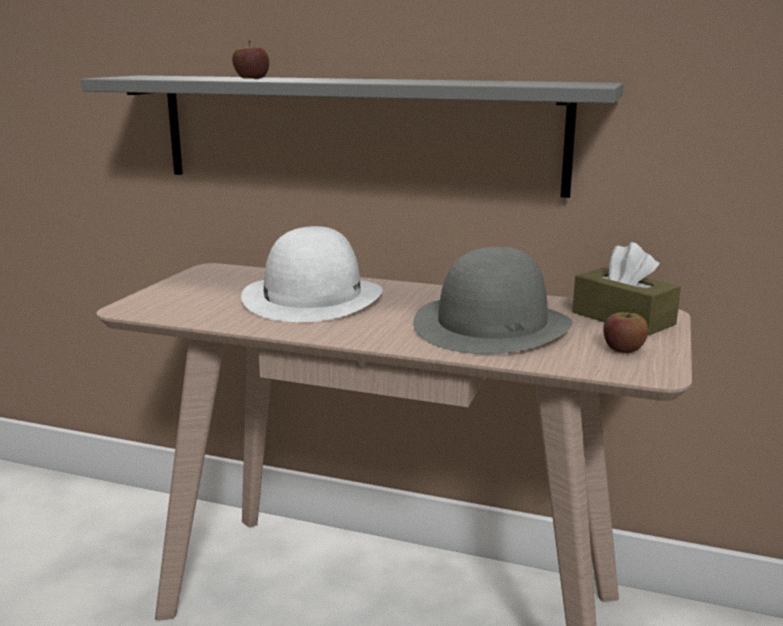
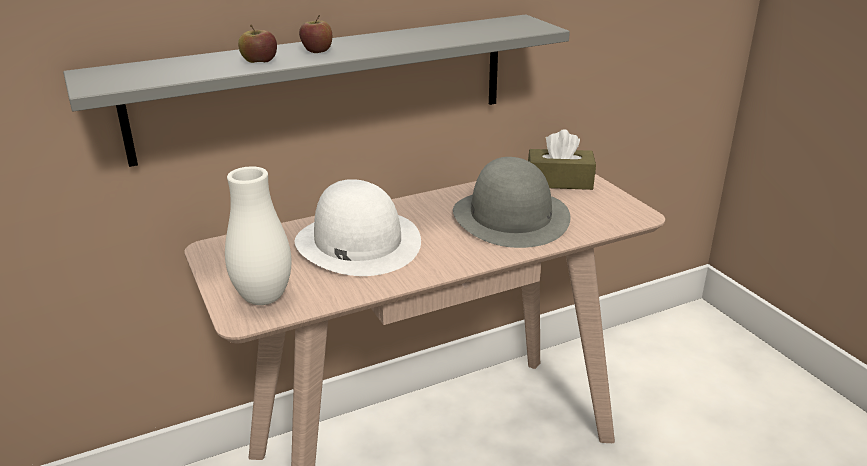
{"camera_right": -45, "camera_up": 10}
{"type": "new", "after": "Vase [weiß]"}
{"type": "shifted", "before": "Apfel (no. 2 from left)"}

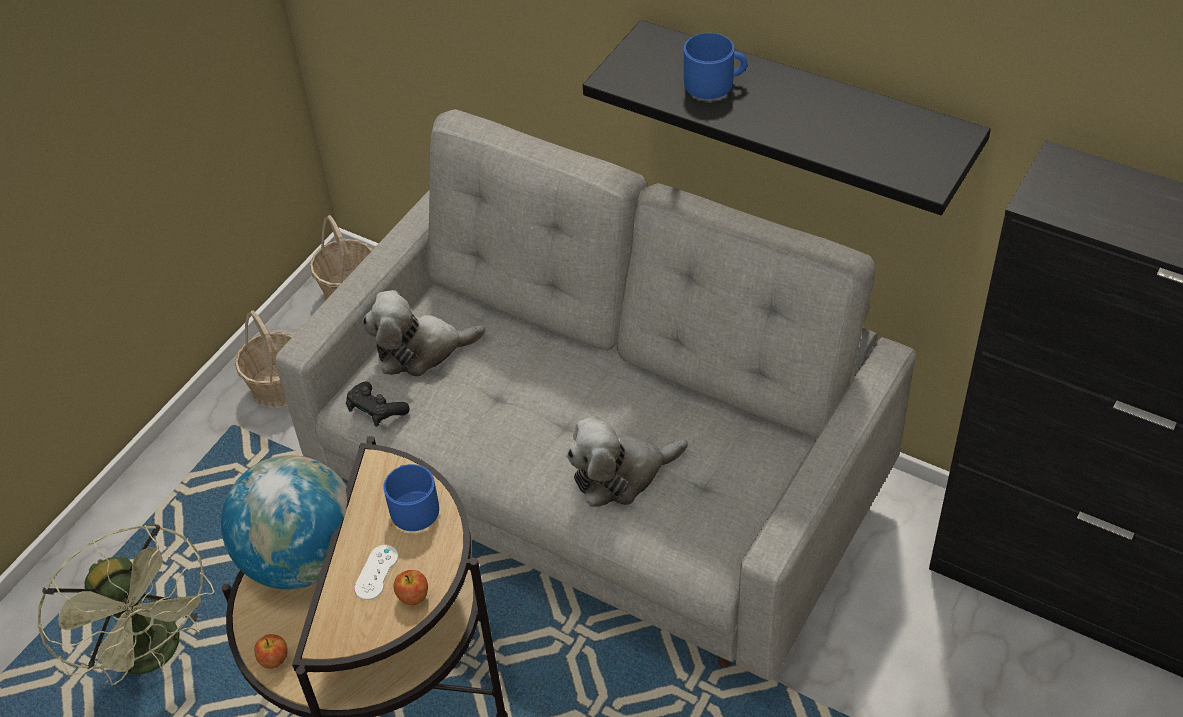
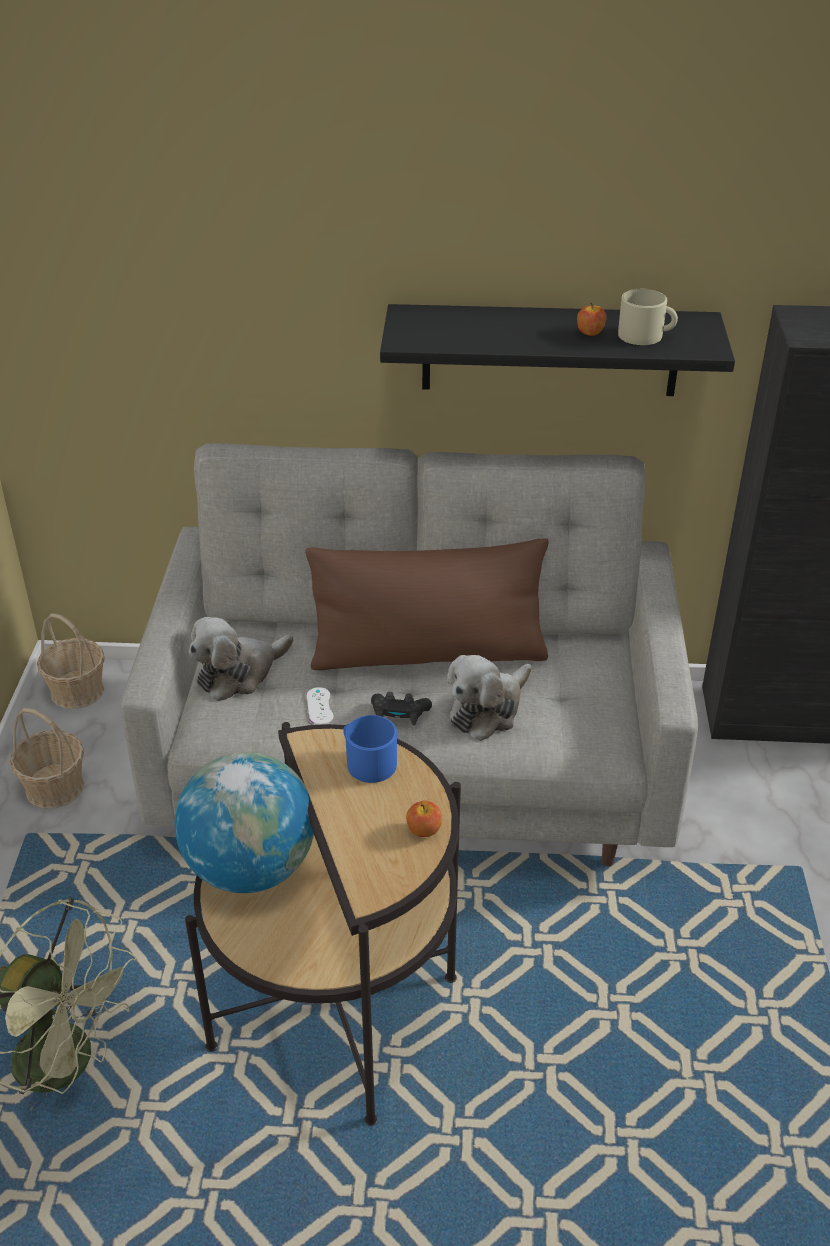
{"camera_right": -30, "camera_up": -10}
{"type": "new", "after": "Kissen [braun]"}
{"type": "shifted", "before": "Gamepad [weiß]"}
{"type": "shifted", "before": "Gamepad [schwarz]"}
{"type": "shifted", "before": "Apfel (no. 1 from left in the first image)", "after": "Apfel (no. 2 from left)"}
{"type": "new", "after": "Henkelbecher [beige]"}
{"type": "gone", "before": "Henkelbecher [blau] (no. 2 from left)"}

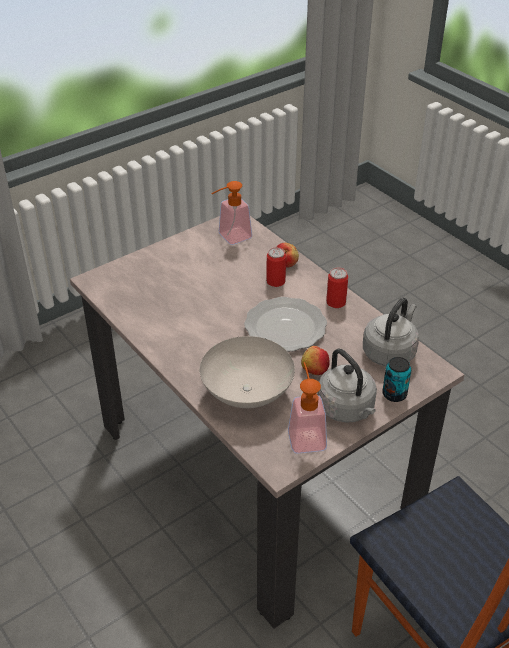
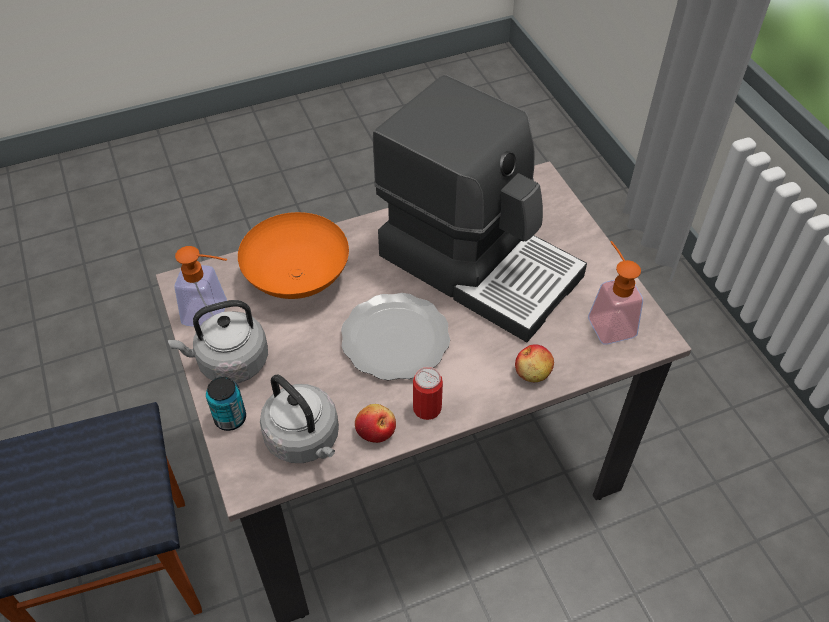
{"camera_right": 105, "camera_up": 10}
{"type": "repainted", "before": "Schüssel [weiß]", "after": "Schüssel [orange]"}
{"type": "shifted", "before": "Apfel (no. 2 from left in the first image)", "after": "Apfel (no. 1 from left)"}
{"type": "new", "after": "Kaffeemaschine"}
{"type": "gone", "before": "Dose (no. 1 from left)"}

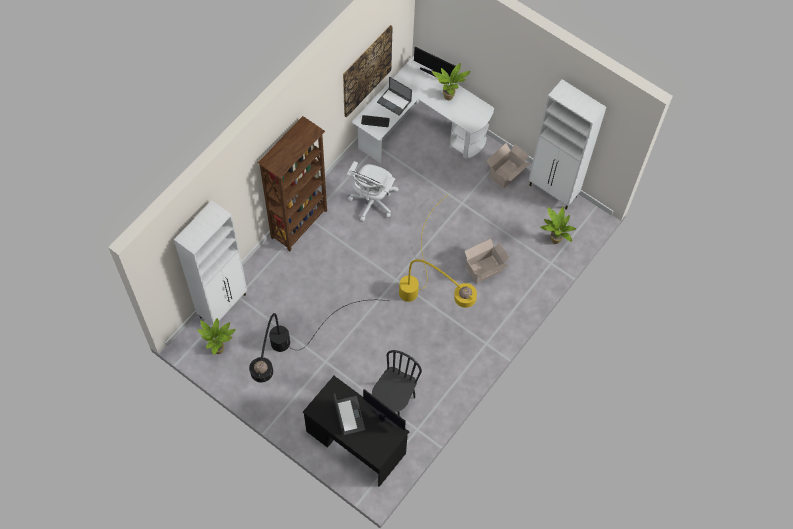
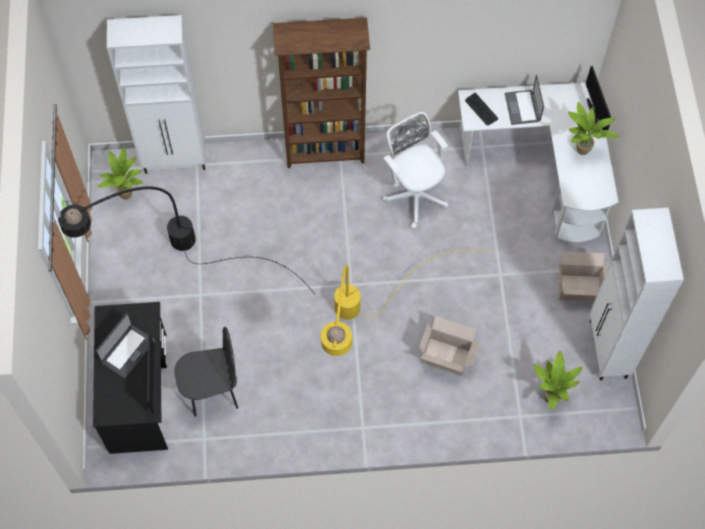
{"camera_right": 50, "camera_up": 0}
{"type": "rotated", "before": "Bürostuhl [weiß]", "turn": 75}
{"type": "gone", "before": "Bild"}

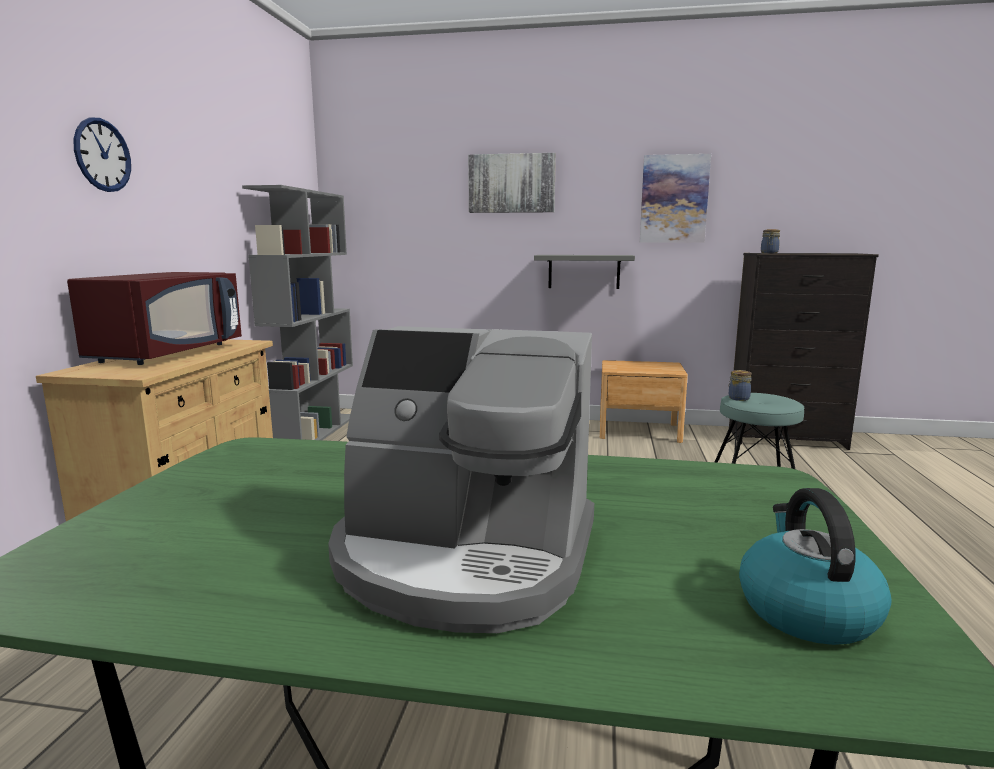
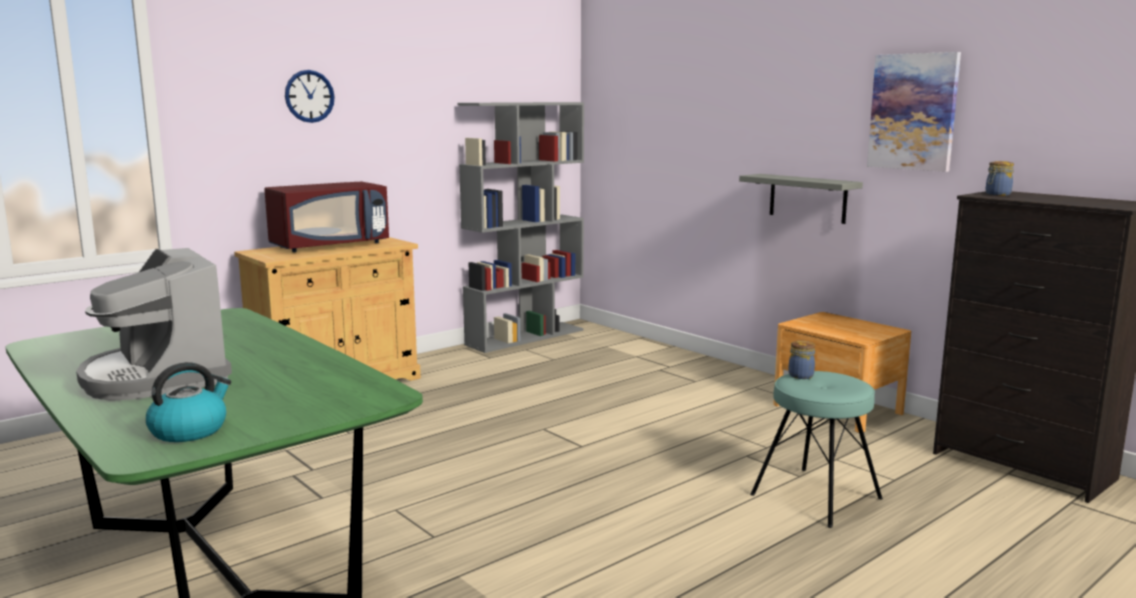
{"camera_right": 40, "camera_up": 0}
{"type": "gone", "before": "Bild (no. 1 from left)"}

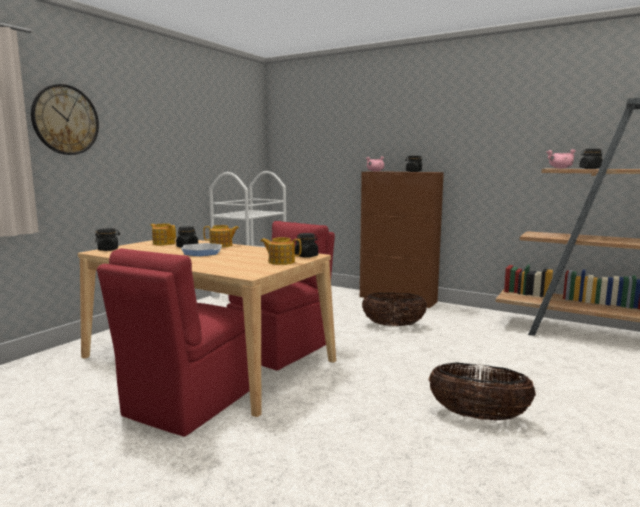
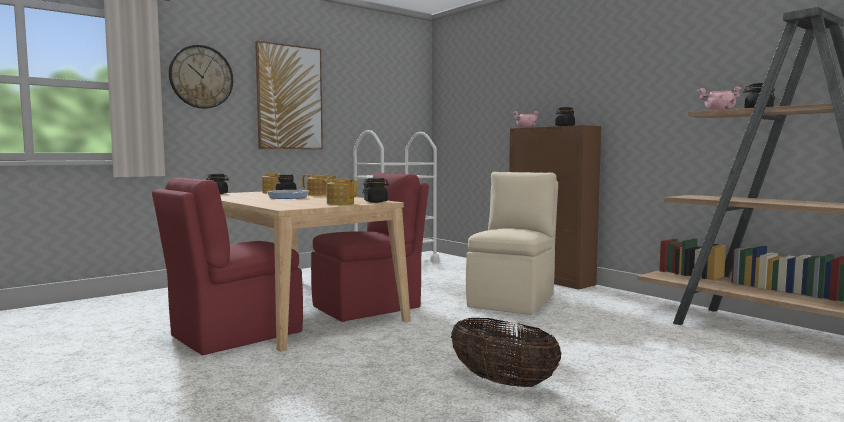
{"camera_right": 20, "camera_up": -5}
{"type": "new", "after": "Bild"}
{"type": "swapped", "before": "Korb (no. 1 from left)", "after": "Stuhl [beige]"}

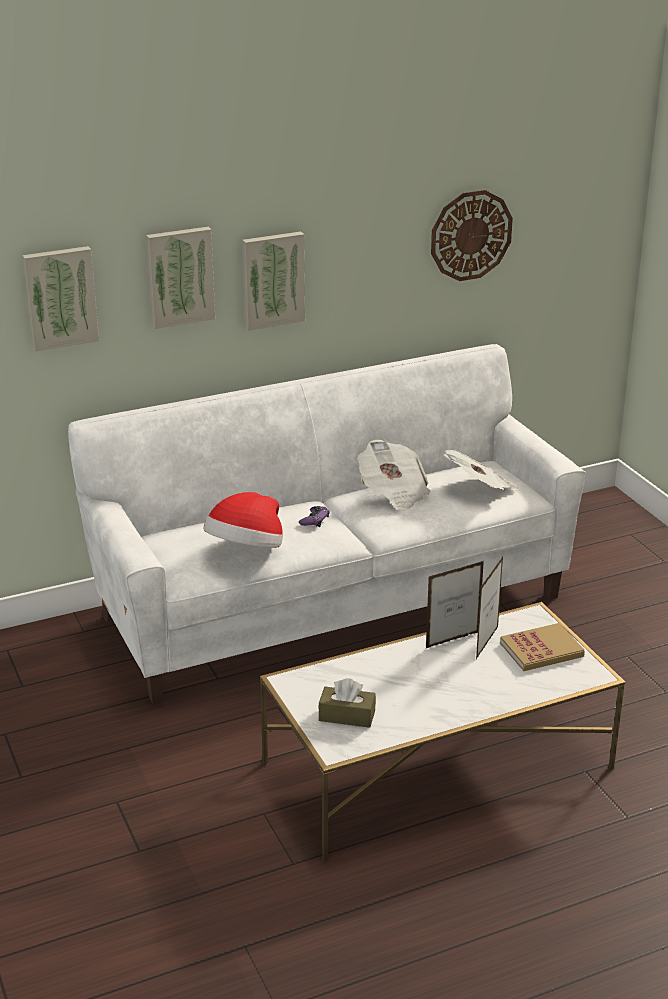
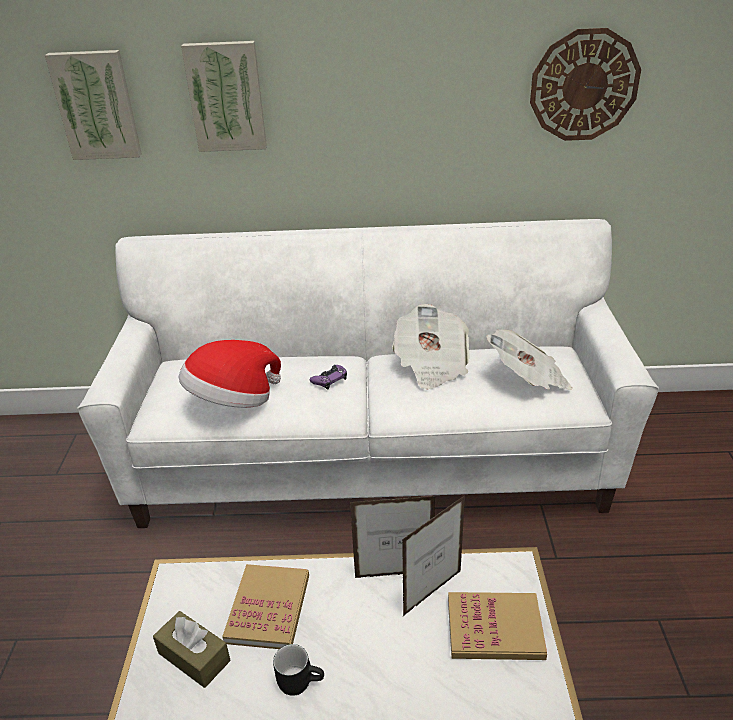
{"camera_right": 25, "camera_up": 5}
{"type": "new", "after": "Buch (no. 1 from left)"}
{"type": "new", "after": "Henkelbecher [schwarz]"}
{"type": "gone", "before": "Bild (no. 3 from left)"}

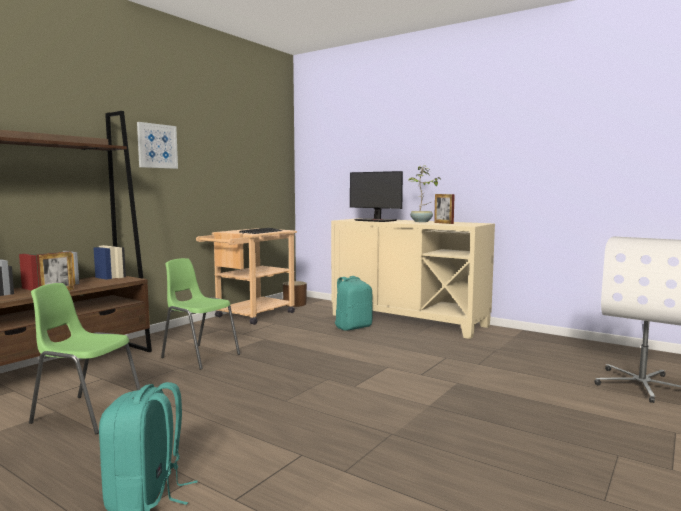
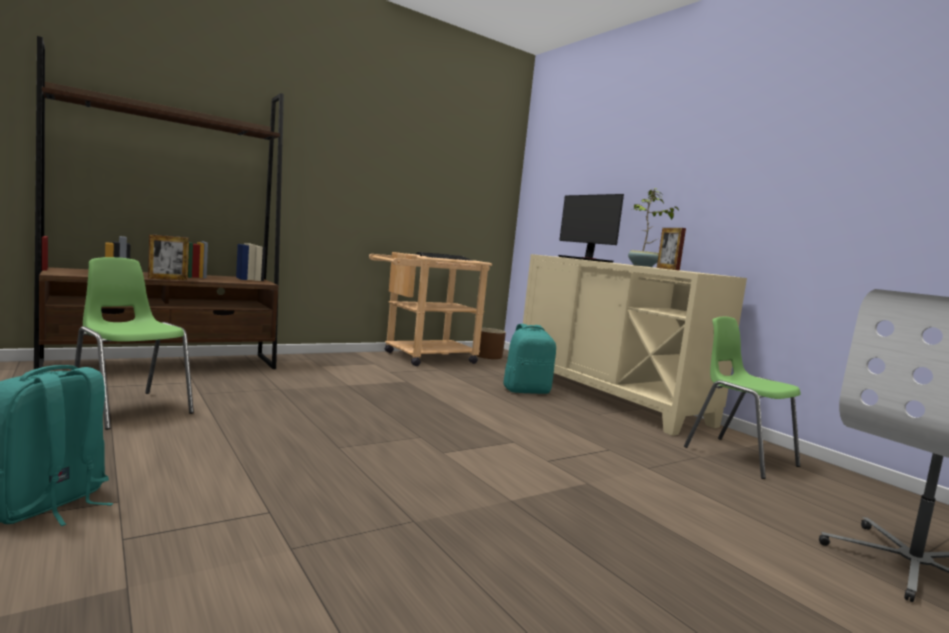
{"camera_right": 20, "camera_up": 0}
{"type": "shifted", "before": "Stuhl [grün] (no. 2 from left)"}
{"type": "gone", "before": "Bild"}

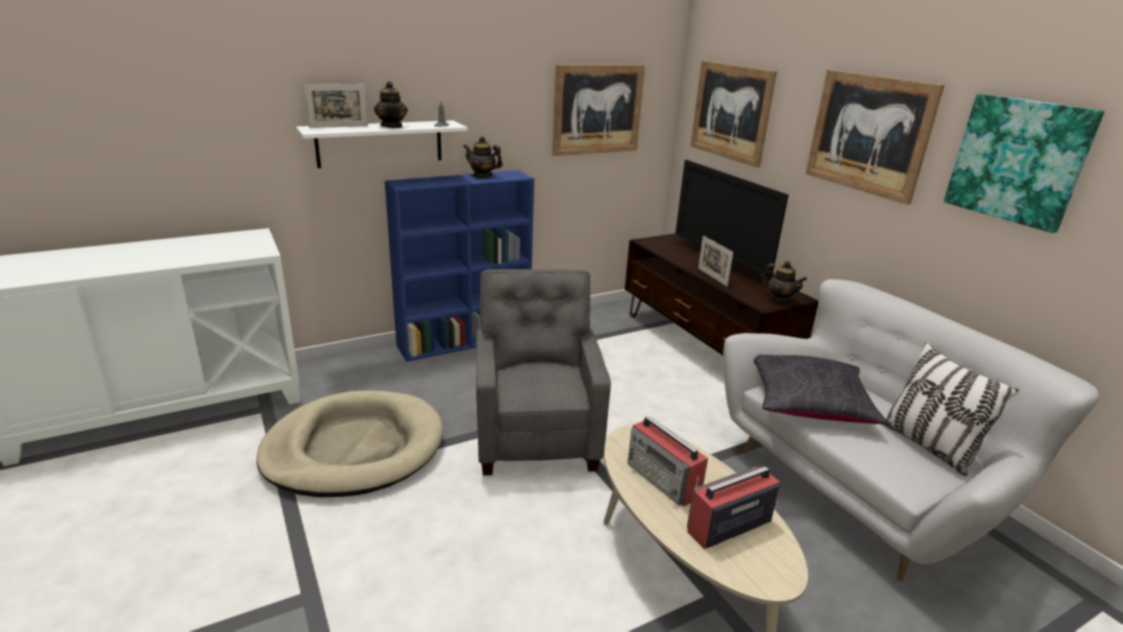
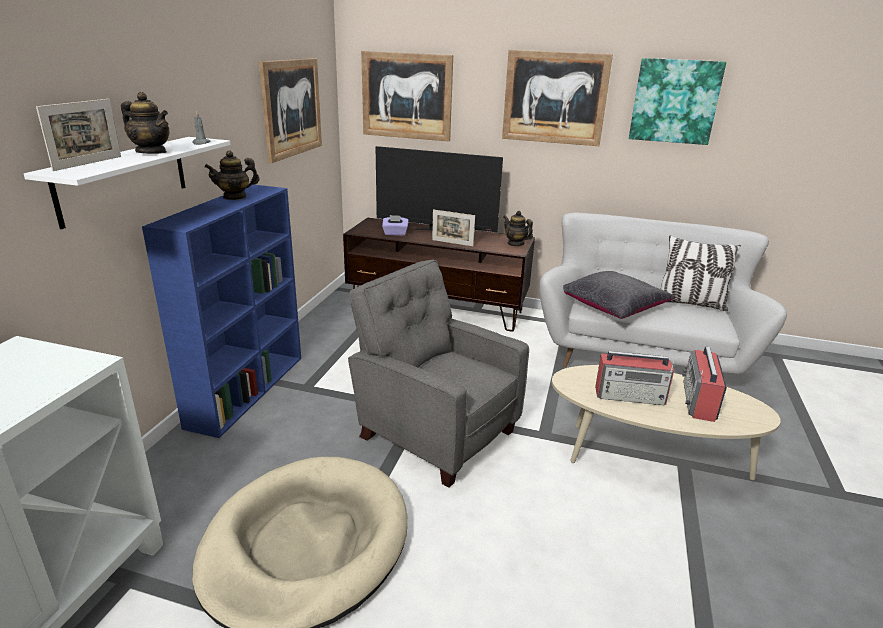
{"camera_right": -45, "camera_up": 0}
{"type": "new", "after": "Taschentuchbox [lila]"}
{"type": "rotated", "before": "Teekanne (no. 3 from left)", "turn": -135}

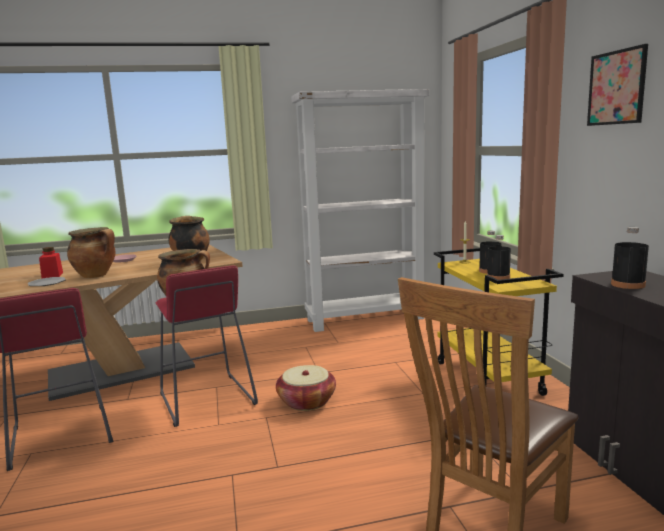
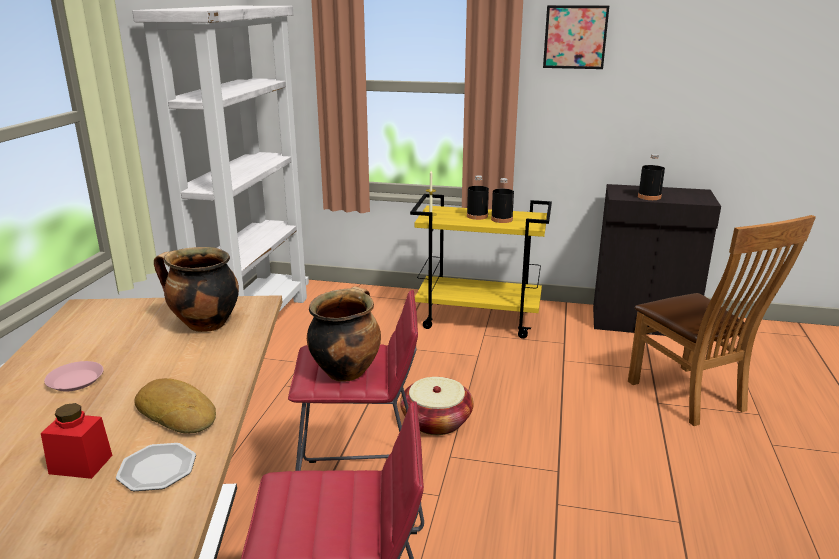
{"camera_right": -65, "camera_up": 10}
{"type": "swapped", "before": "Kochtopf (no. 1 from left)", "after": "Brot"}

